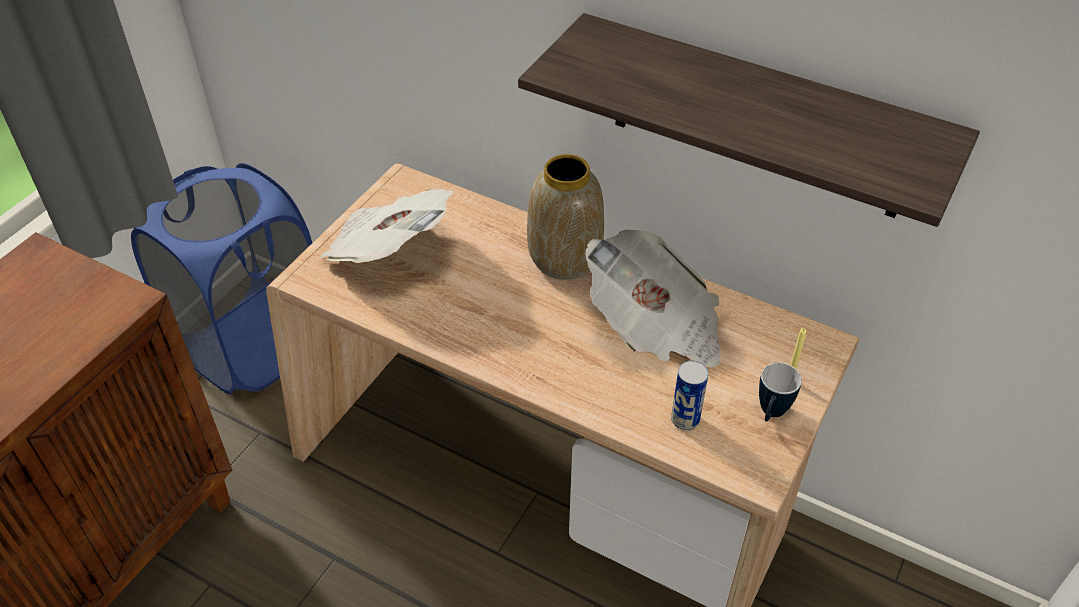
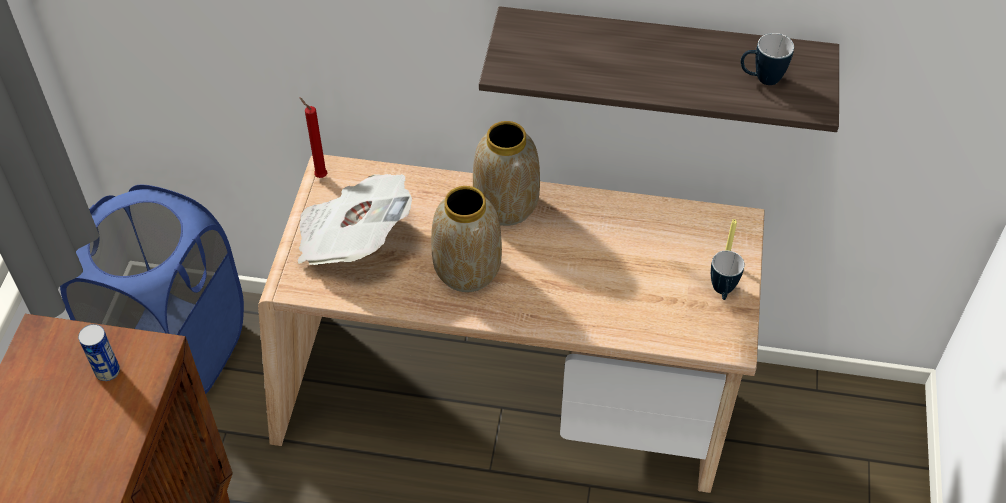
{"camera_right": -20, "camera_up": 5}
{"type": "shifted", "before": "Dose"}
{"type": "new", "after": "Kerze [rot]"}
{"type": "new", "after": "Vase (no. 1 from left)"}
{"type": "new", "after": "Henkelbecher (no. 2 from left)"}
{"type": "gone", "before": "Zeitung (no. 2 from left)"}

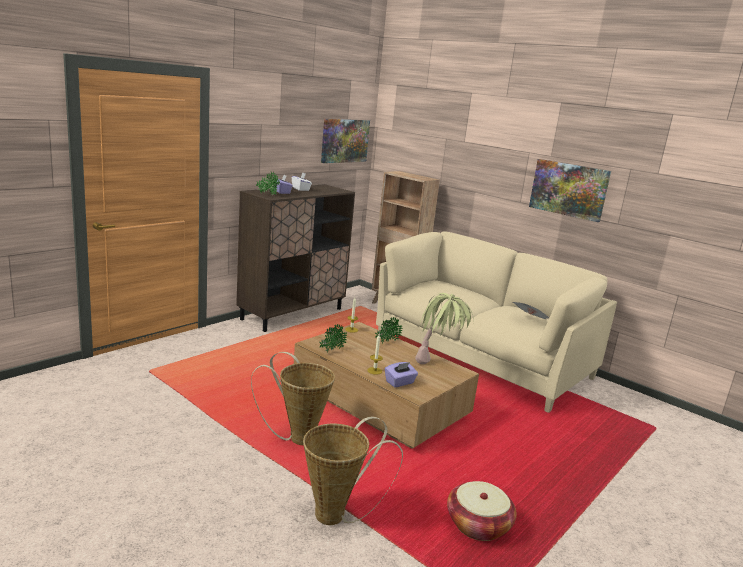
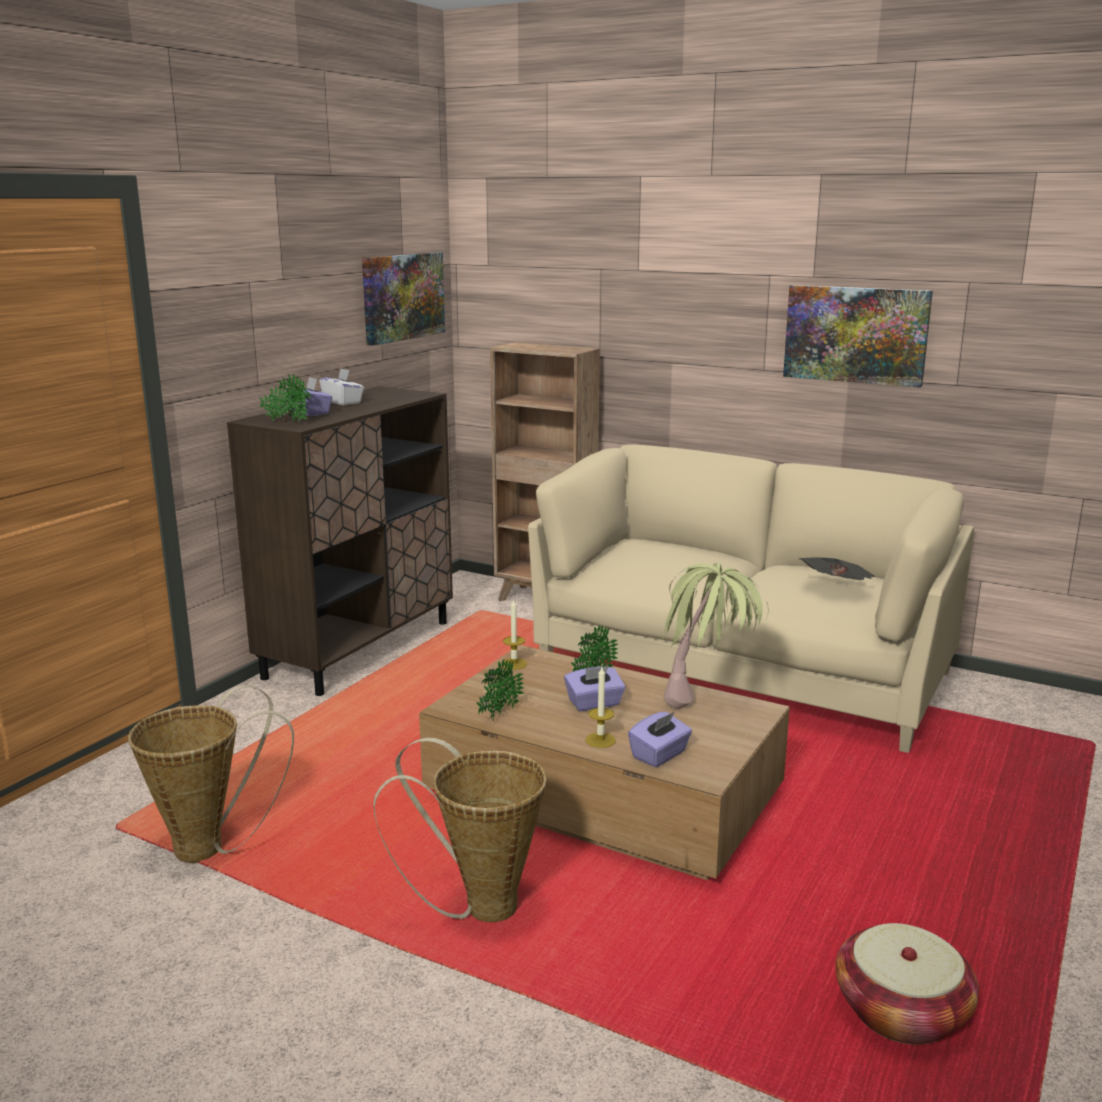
{"camera_right": -10, "camera_up": 0}
{"type": "shifted", "before": "Korb (no. 2 from left in the first image)", "after": "Korb (no. 1 from left)"}
{"type": "new", "after": "Taschentuchbox [lila] (no. 2 from left)"}

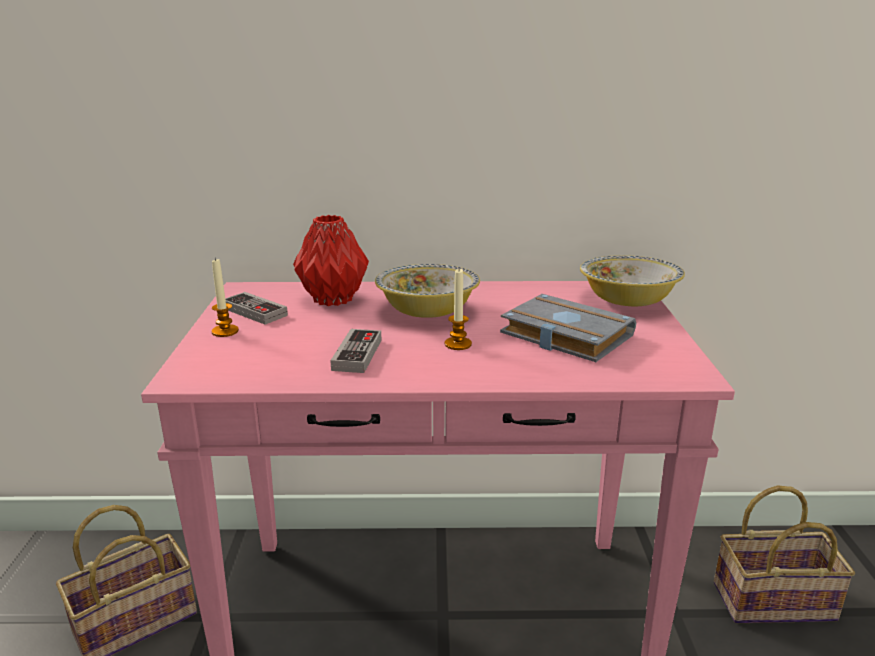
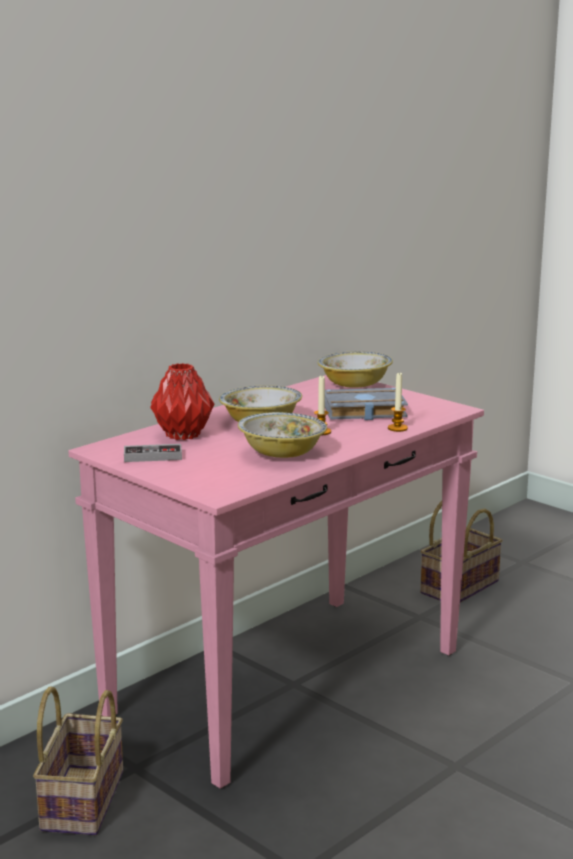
{"camera_right": -45, "camera_up": -5}
{"type": "swapped", "before": "Gamepad (no. 2 from left)", "after": "Schüssel (no. 2 from left)"}
{"type": "shifted", "before": "Kerze (no. 1 from left in the first image)", "after": "Kerze (no. 2 from left)"}

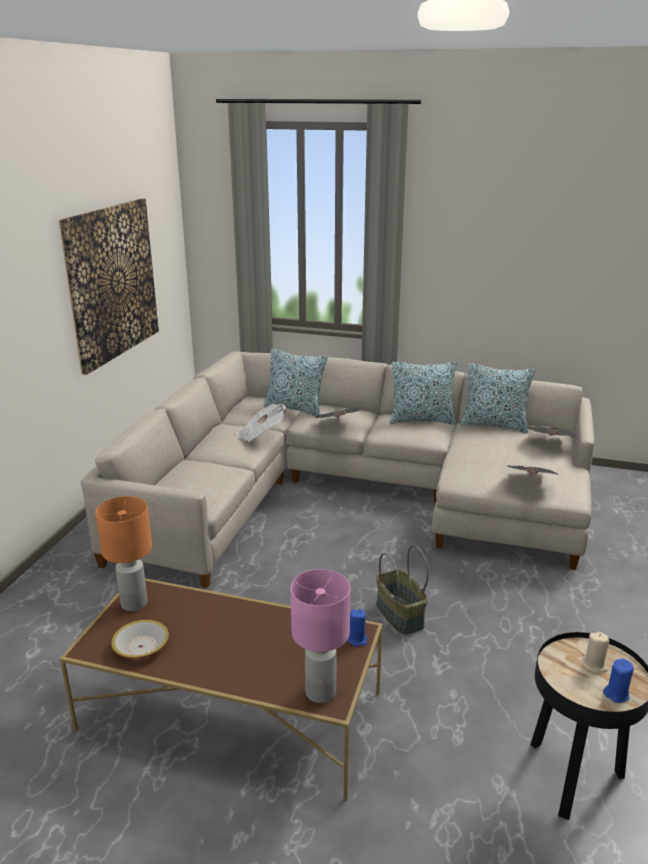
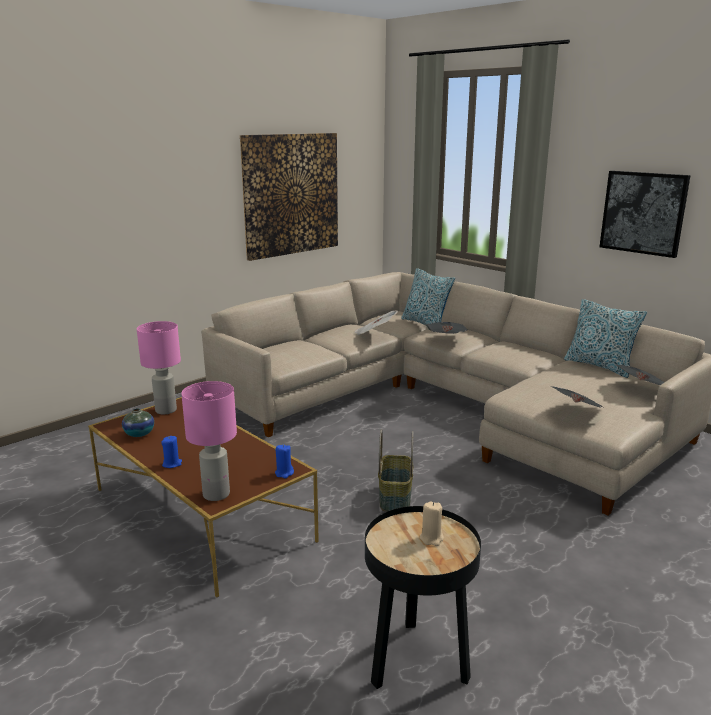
{"camera_right": 30, "camera_up": -5}
{"type": "swapped", "before": "Schüssel", "after": "Vase"}
{"type": "repainted", "before": "Tischlampe [orange]", "after": "Tischlampe [rosa] (no. 1 from left)"}
{"type": "shifted", "before": "Kerze [blau] (no. 2 from left in the first image)", "after": "Kerze [blau] (no. 1 from left)"}
{"type": "new", "after": "Bild (no. 2 from left)"}
{"type": "gone", "before": "Kissen (no. 2 from left)"}

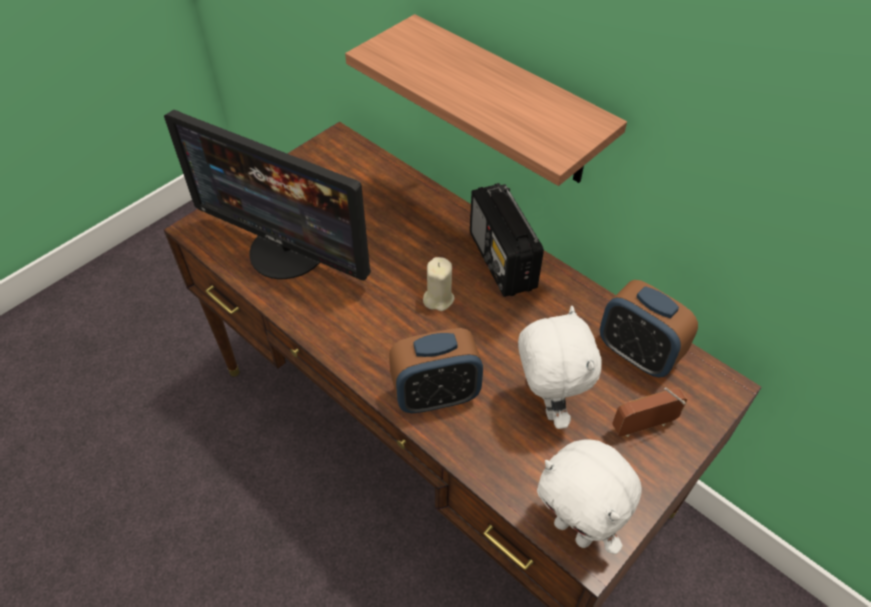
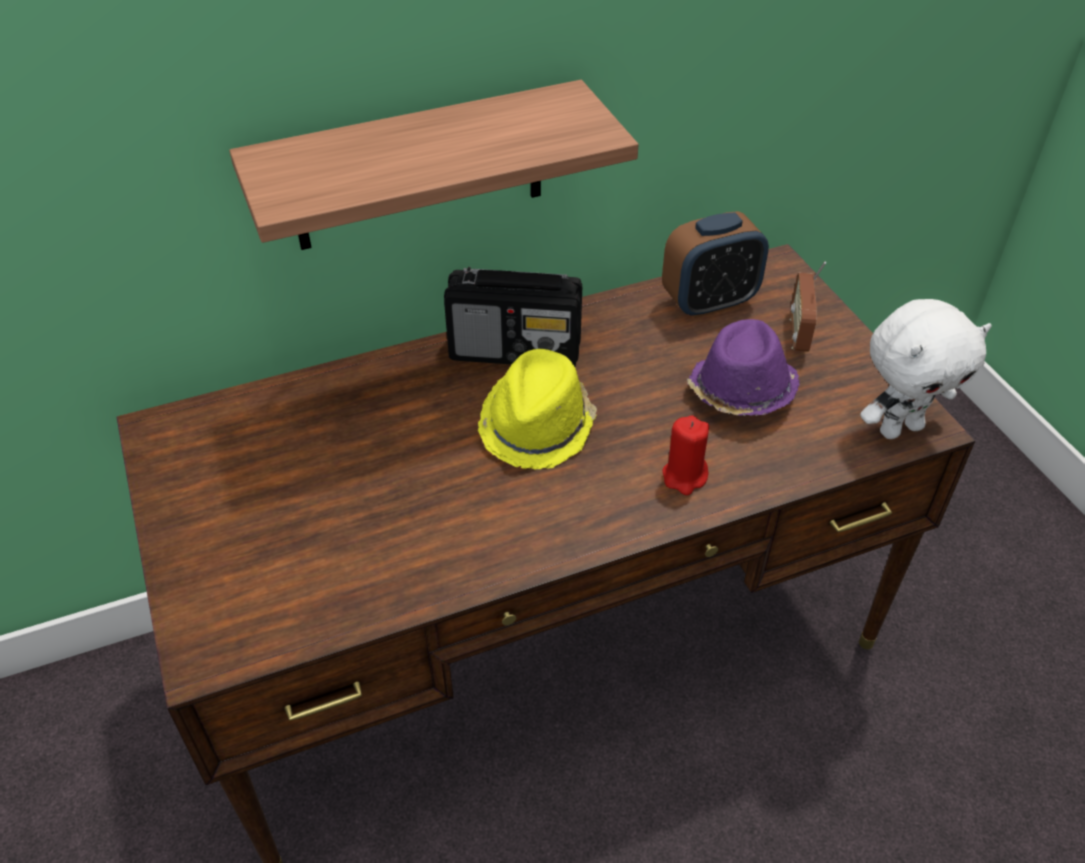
{"camera_right": -65, "camera_up": -5}
{"type": "swapped", "before": "Kerze [beige]", "after": "Hut [gelb]"}
{"type": "swapped", "before": "Wecker (no. 1 from left)", "after": "Kerze [rot]"}
{"type": "swapped", "before": "Plüschtier [weiß] (no. 1 from left)", "after": "Hut [lila]"}
{"type": "gone", "before": "Monitor"}

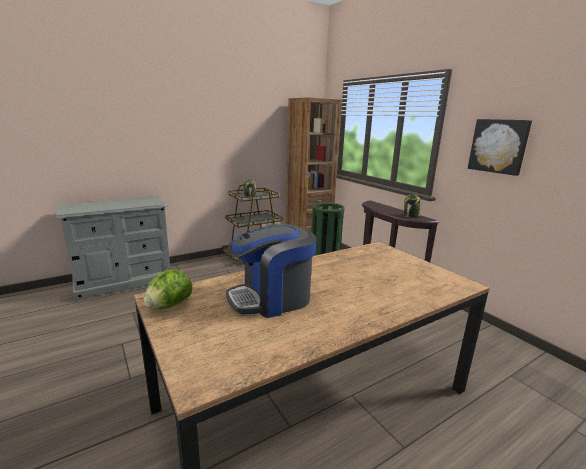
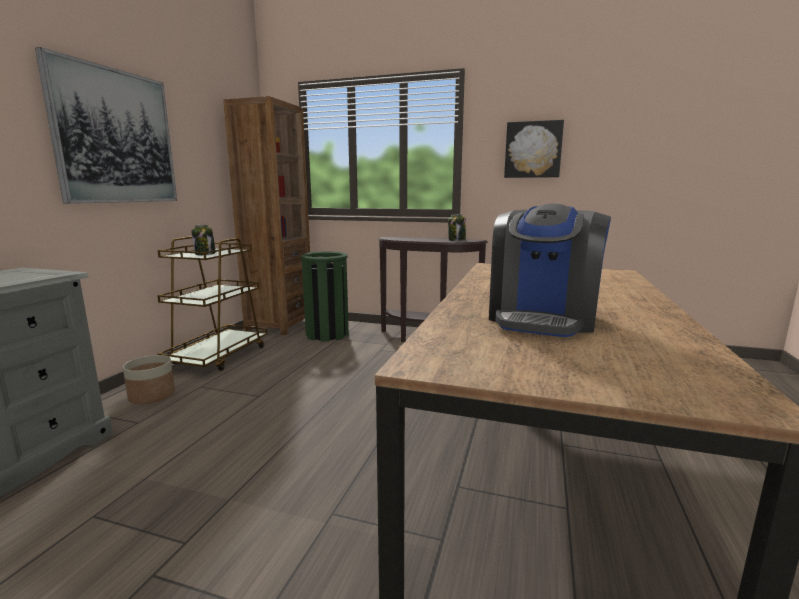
{"camera_right": -40, "camera_up": -5}
{"type": "new", "after": "Bild (no. 1 from left)"}
{"type": "new", "after": "Pflanzkübel"}
{"type": "gone", "before": "Salatkopf"}

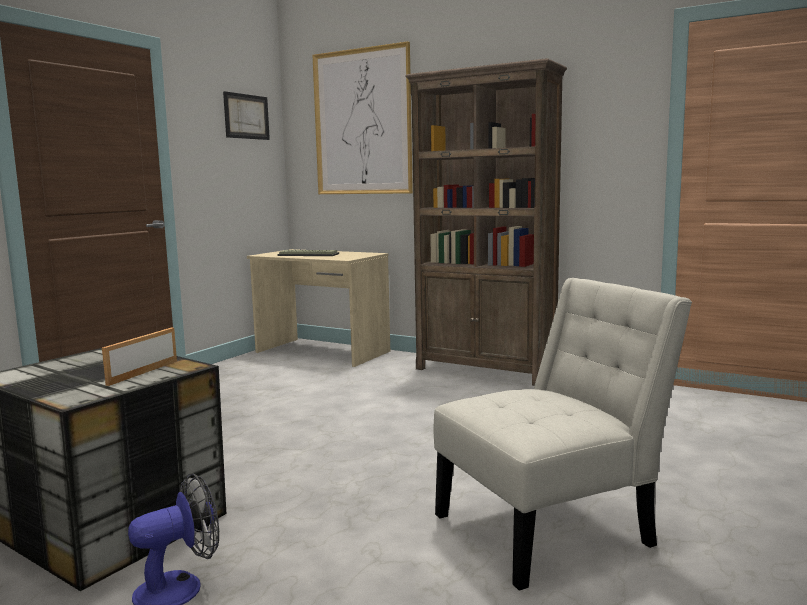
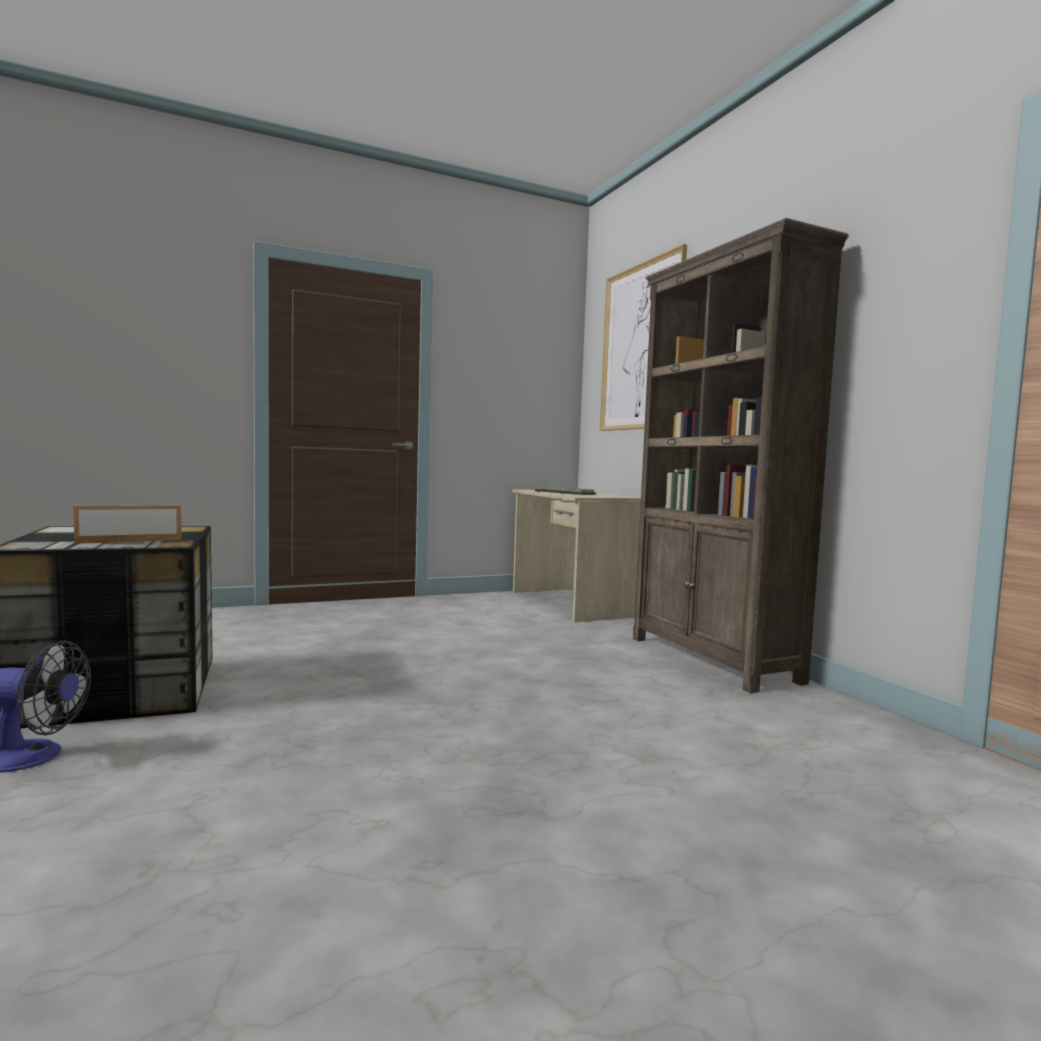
{"camera_right": 35, "camera_up": -5}
{"type": "gone", "before": "Bild (no. 1 from left)"}
{"type": "gone", "before": "Stuhl [weiß]"}

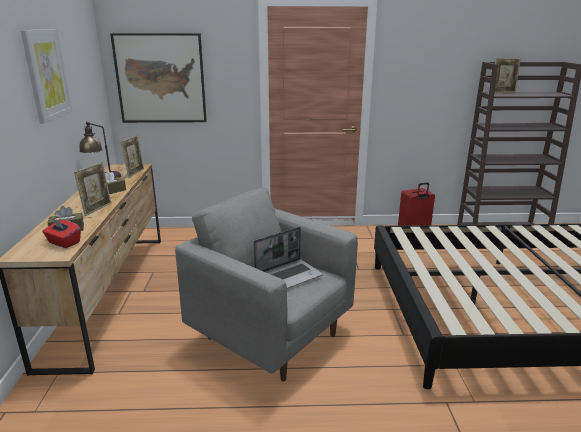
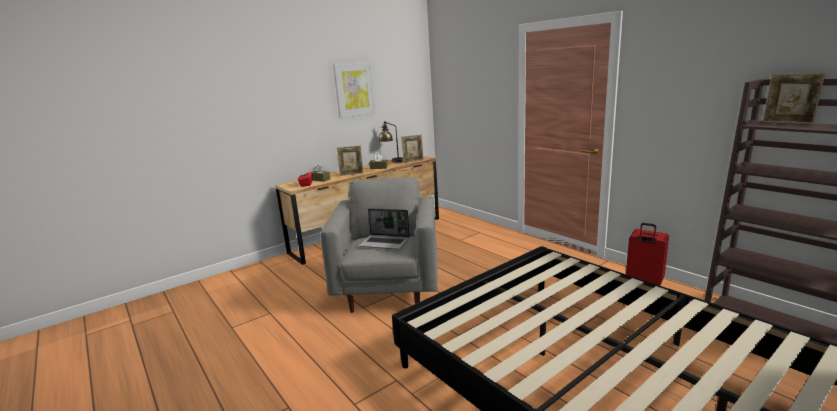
{"camera_right": 55, "camera_up": -5}
{"type": "gone", "before": "Bild (no. 2 from left)"}

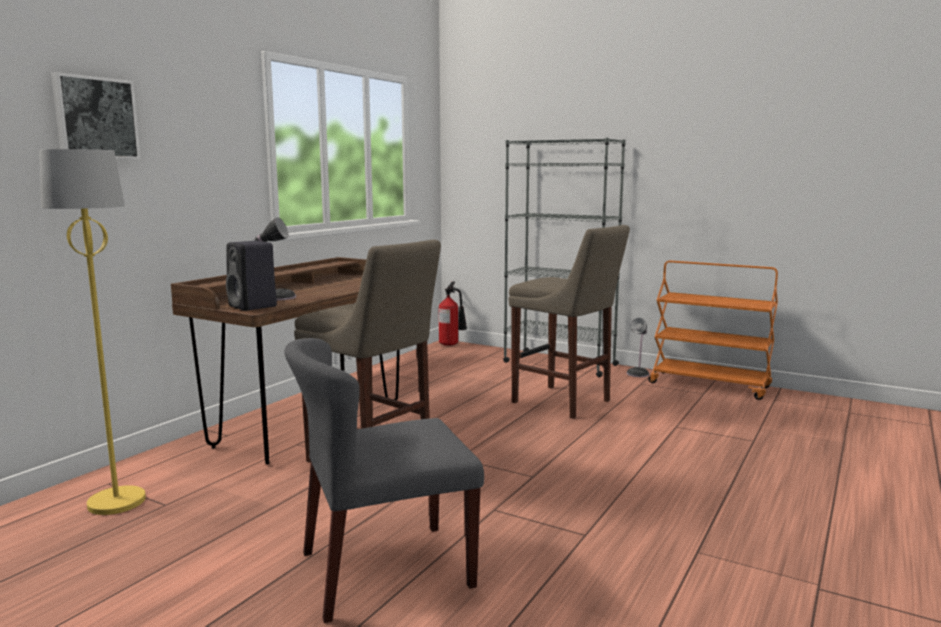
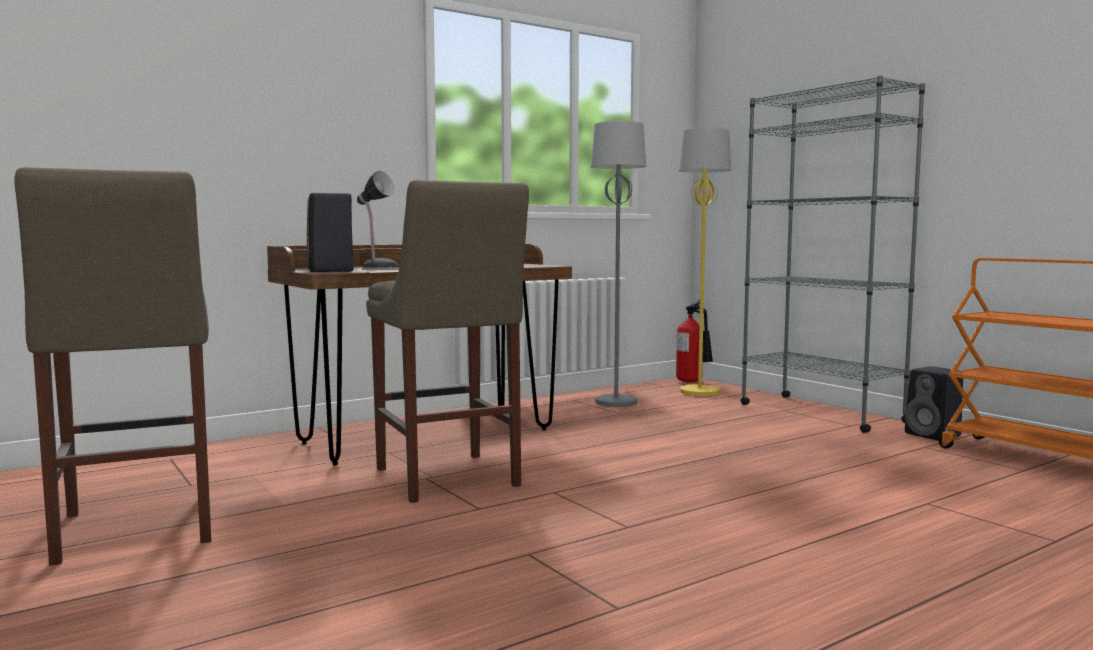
{"camera_right": 25, "camera_up": -5}
{"type": "shifted", "before": "Hocker [beige] (no. 2 from left in the first image)", "after": "Hocker [beige] (no. 1 from left)"}
{"type": "new", "after": "Stehlampe [grau]"}
{"type": "shifted", "before": "Stehlampe [gelb]"}
{"type": "swapped", "before": "Tischlampe (no. 2 from left)", "after": "Lautsprecher [schwarz] (no. 2 from left)"}
{"type": "gone", "before": "Bild"}
{"type": "gone", "before": "Stuhl [grau]"}

